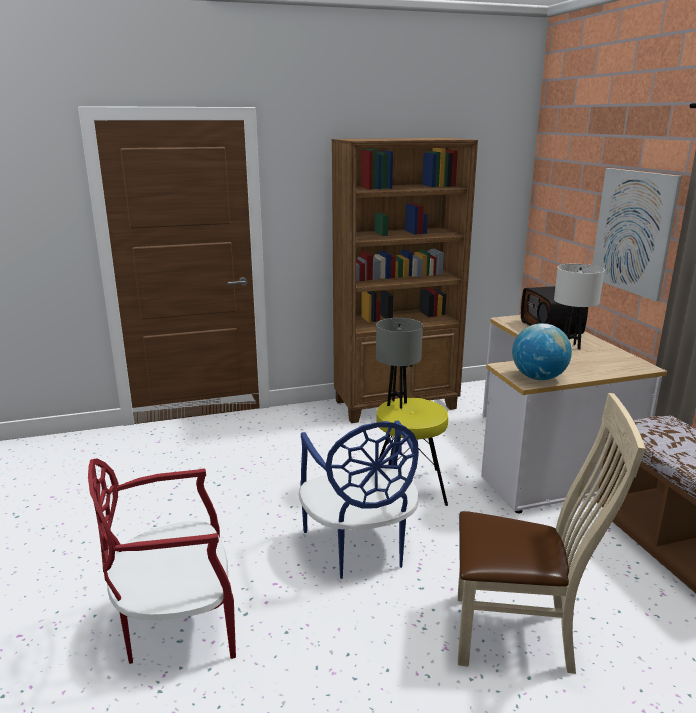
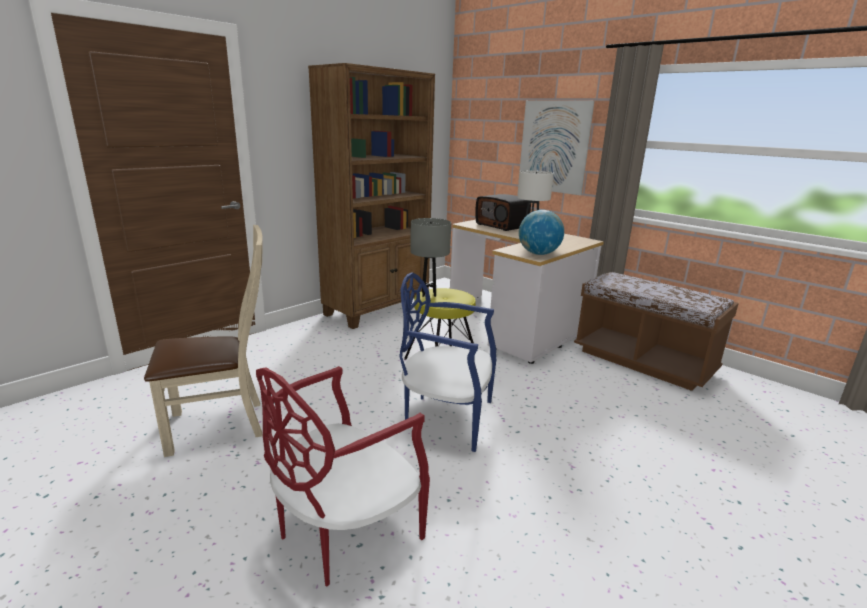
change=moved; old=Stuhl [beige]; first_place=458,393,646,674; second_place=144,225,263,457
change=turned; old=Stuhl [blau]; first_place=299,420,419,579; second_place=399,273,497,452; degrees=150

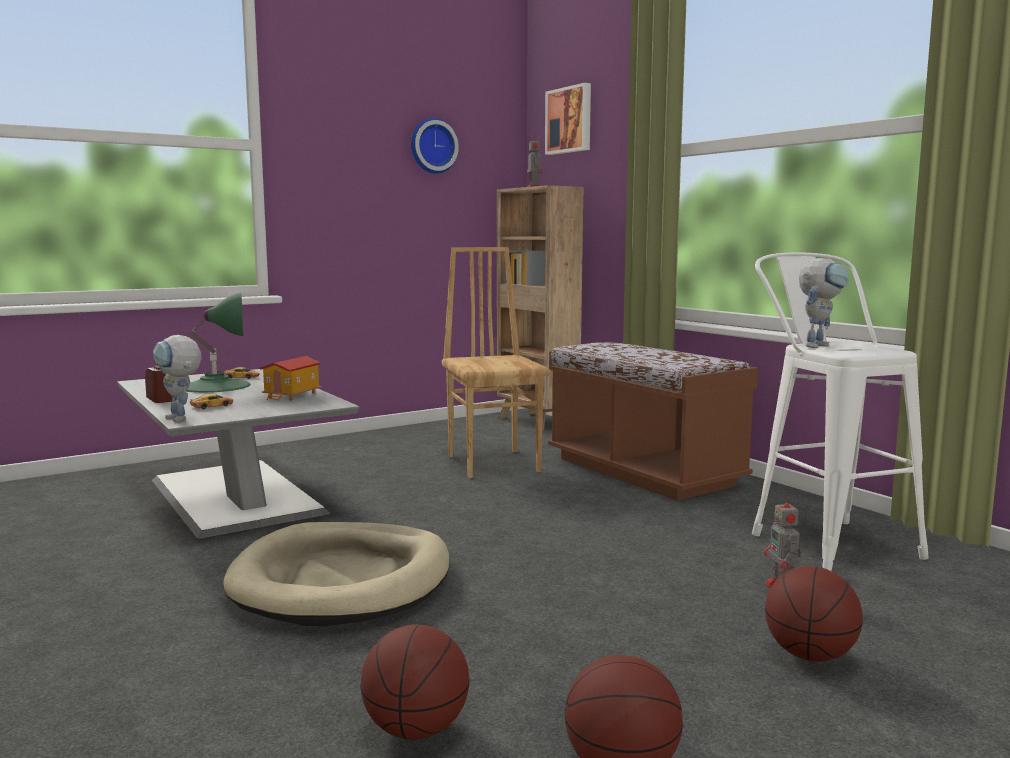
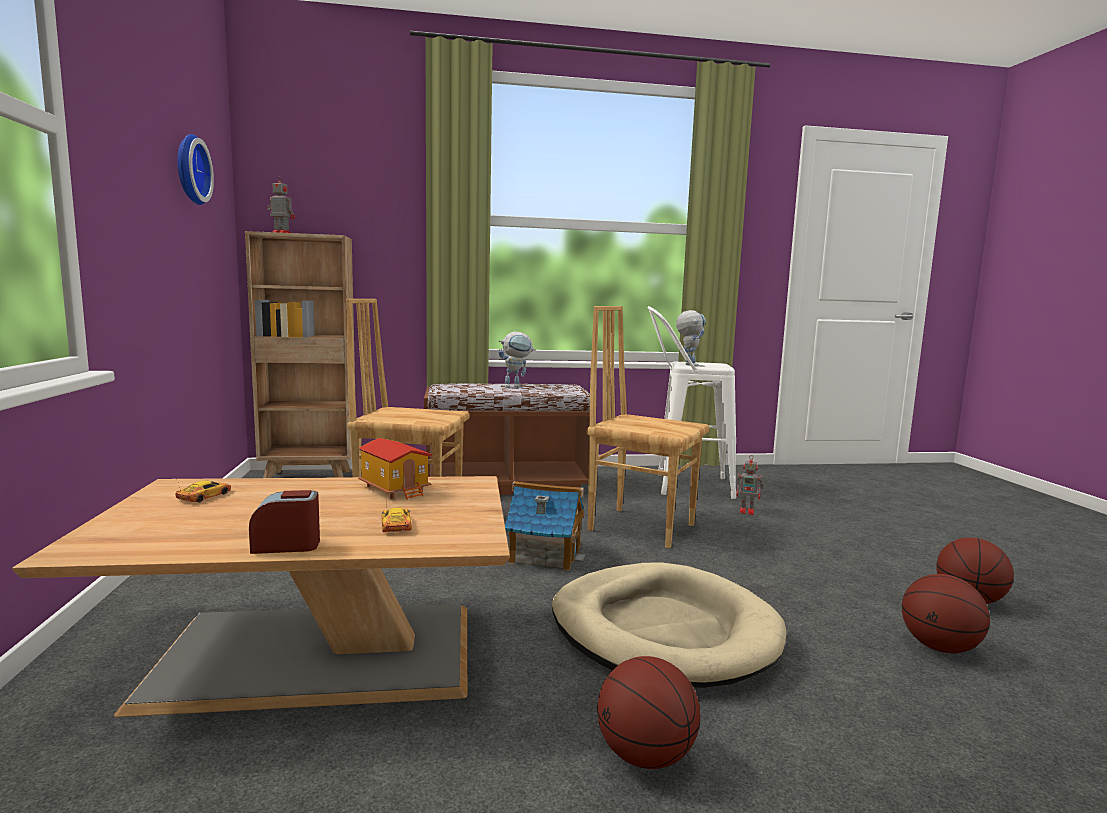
change=recoloured; old=Couchtisch [grau]; new=Couchtisch [braun]; first_place=117,369,360,539; second_place=12,476,510,717
change=moved; old=Spielzeugroboter; first_place=153,335,202,422; second_place=499,331,536,388
change=added; new=Spielzeughaus; second_place=505,481,586,571
change=added; new=Stuhl [braun]; second_place=587,306,709,549
change=moved; old=Basketball; first_place=765,566,863,662; second_place=597,656,700,769
change=removed; old=Tischlampe [grün]; first_place=186,293,251,393
change=removed; old=Bild; first_place=545,83,591,155

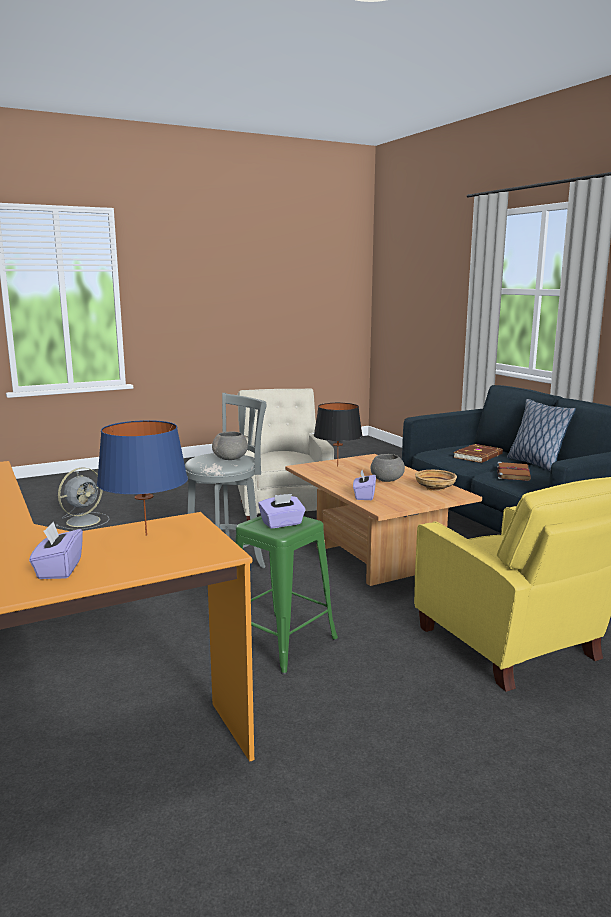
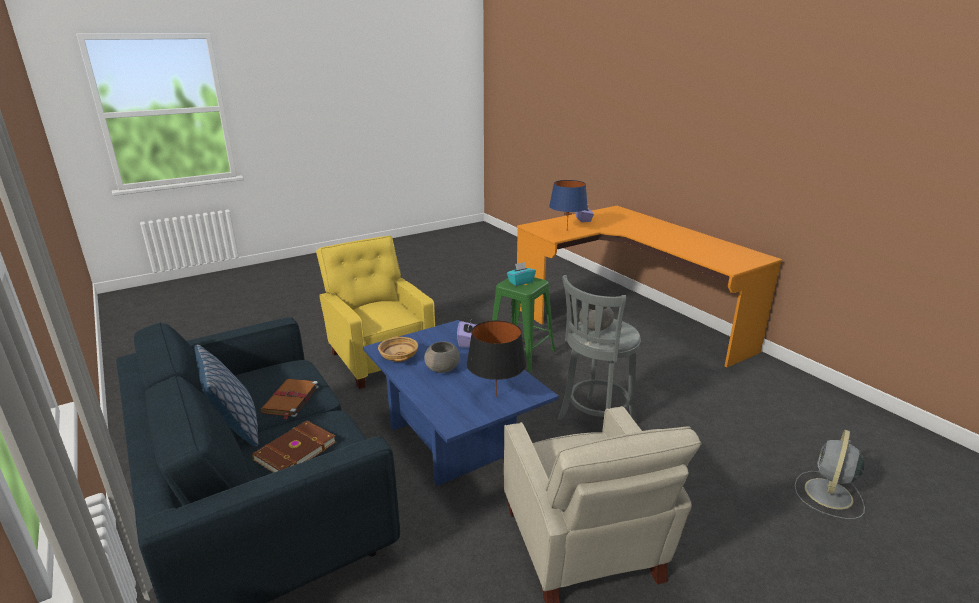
change=recoloured; old=Couchtisch [braun]; new=Couchtisch [blau]; first_place=285,454,482,586; second_place=363,320,559,486
change=recoloured; old=Taschentuchbox [lila]; new=Taschentuchbox [türkis]; first_place=258,493,306,529; second_place=507,262,536,286

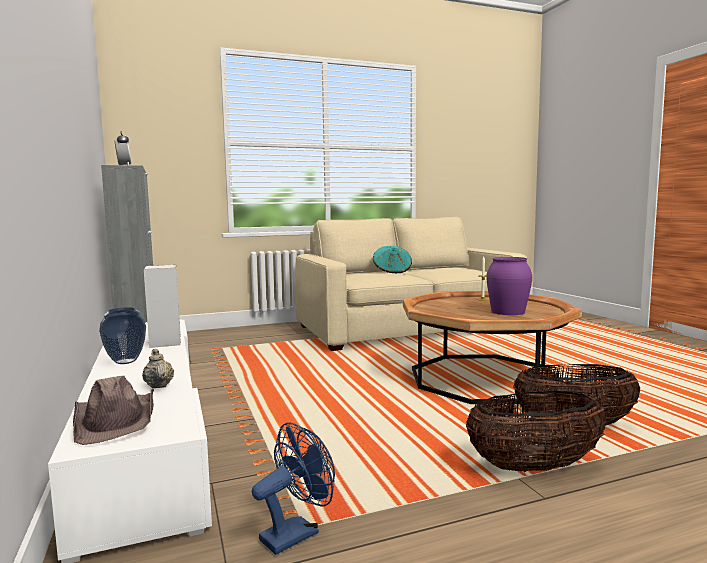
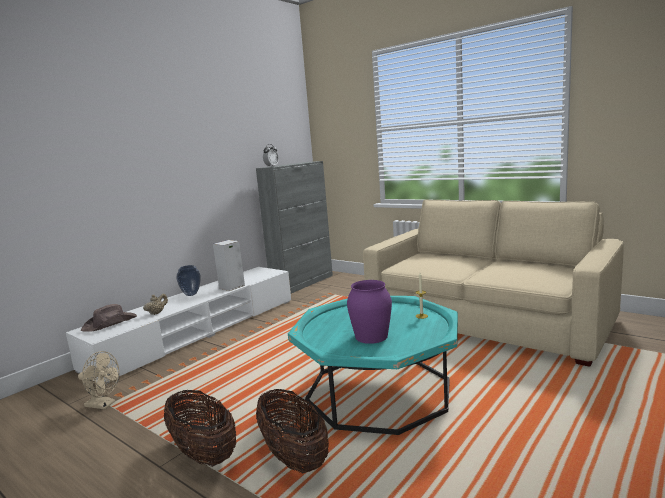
change=recoloured; old=Ventilator [blau]; new=Ventilator [beige]; first_place=252,422,335,555; second_place=78,351,119,409
change=recoloured; old=Couchtisch [braun]; new=Couchtisch [türkis]; first_place=403,291,582,404; second_place=288,296,458,435
change=removed; old=Hut [türkis]; first_place=373,246,412,273

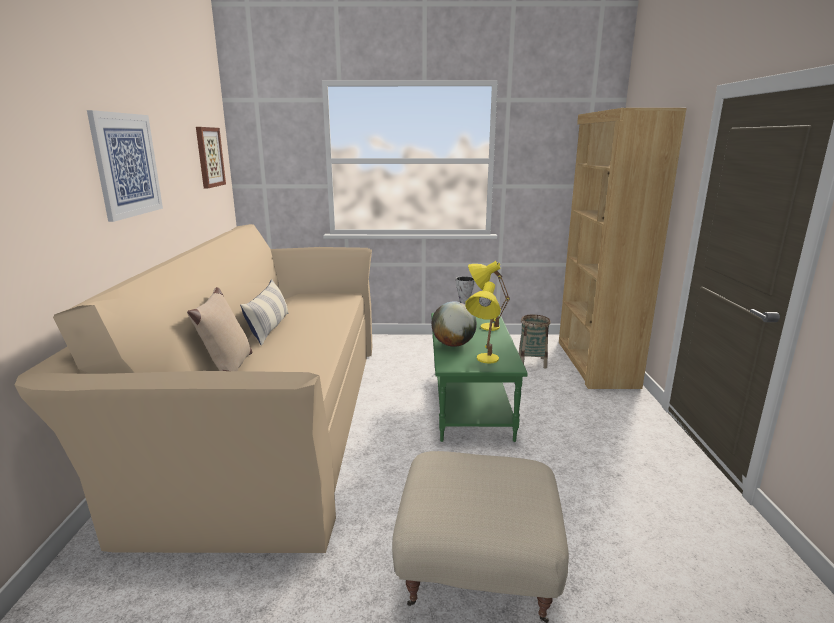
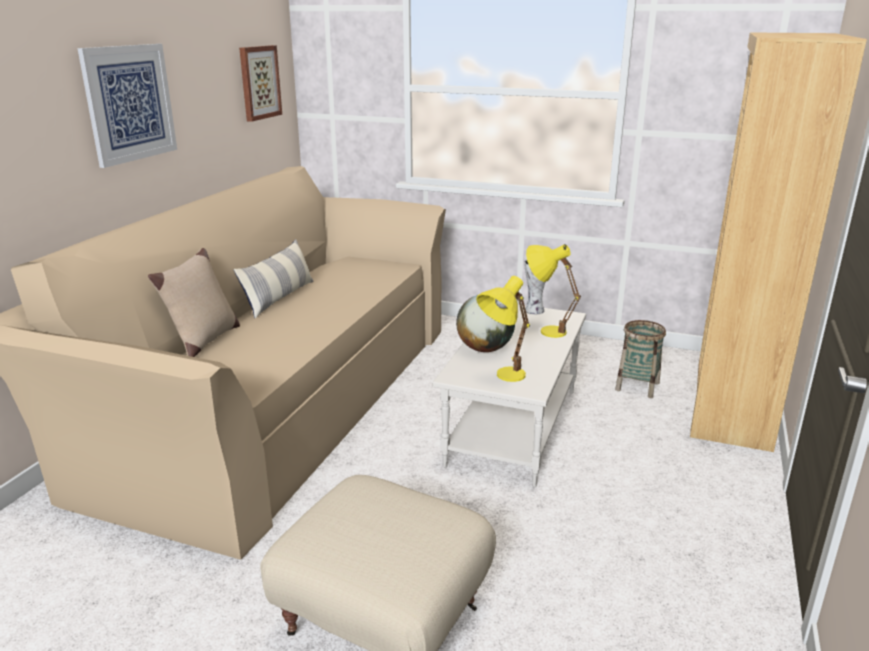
change=recoloured; old=Couchtisch [grün]; new=Couchtisch [weiß]; first_place=431,313,528,442; second_place=432,304,586,487

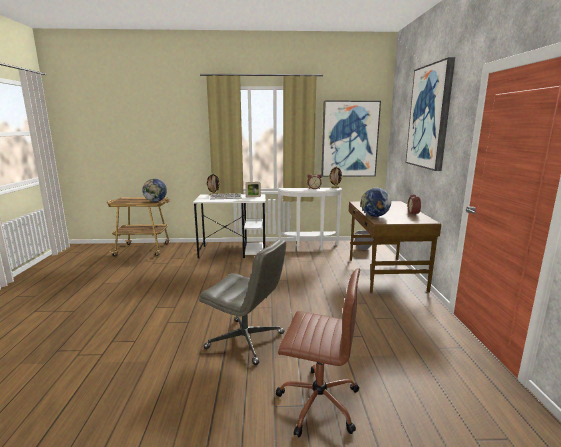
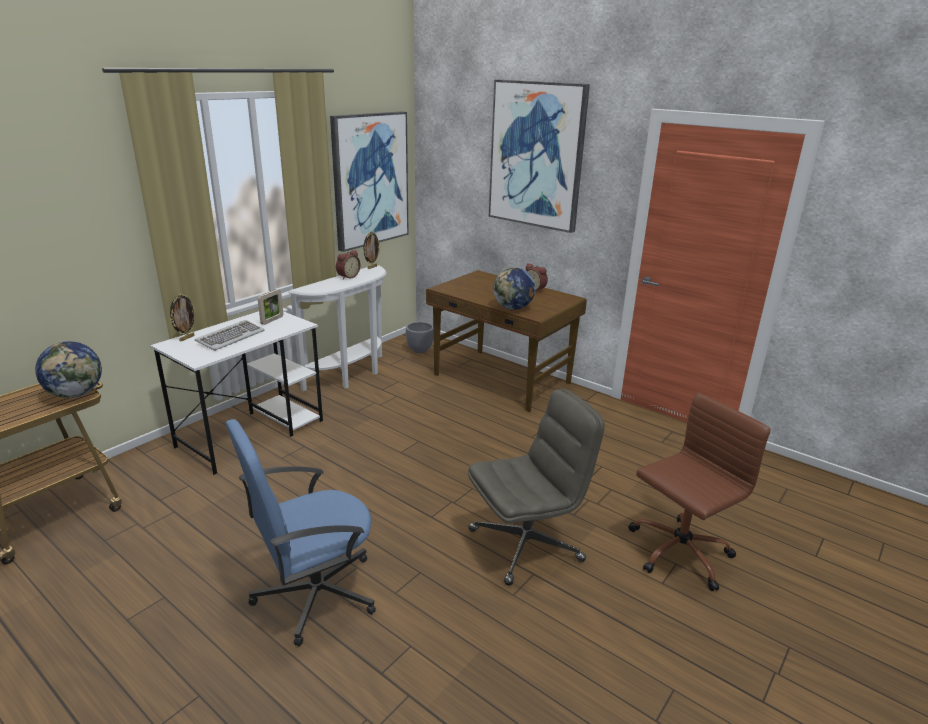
change=added; new=Bürostuhl [blau]; second_place=226,419,376,646

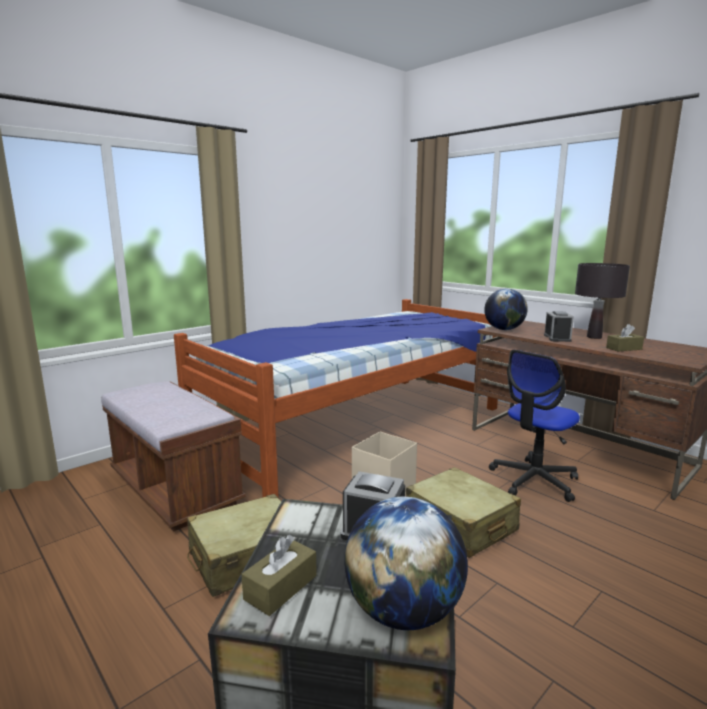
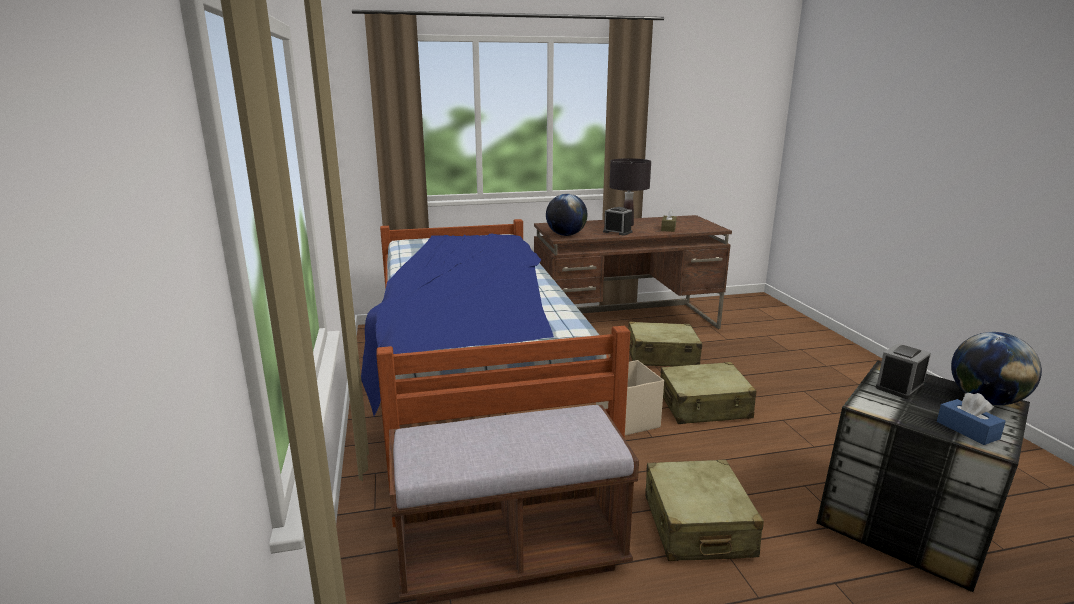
change=replaced; old=Bürostuhl; new=Koffer [beige]; first_place=489,350,580,502; second_place=628,322,702,366
change=recoloured; old=Taschentuchbox [braun]; new=Taschentuchbox [blau]; first_place=241,535,317,616; second_place=937,393,1006,445

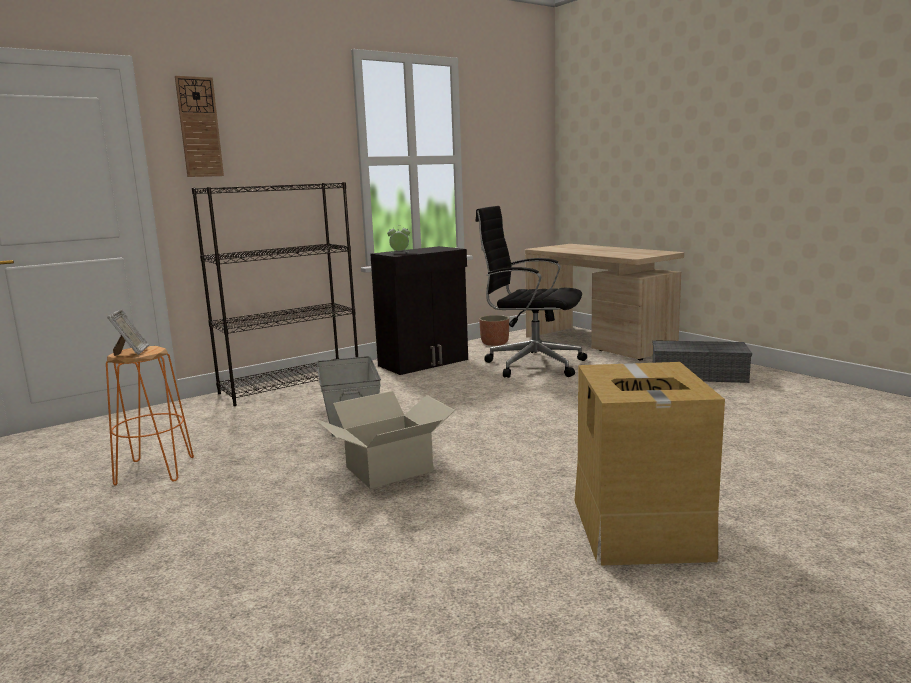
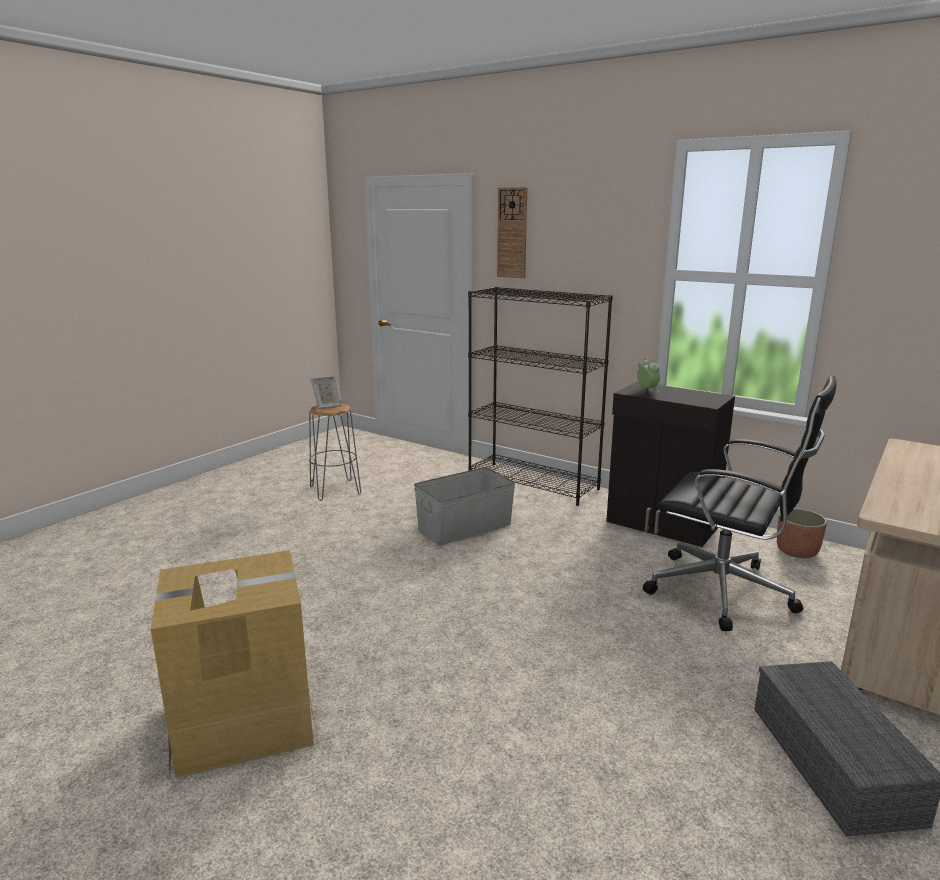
change=recoloured; old=Hocker [orange]; new=Hocker [grau]; first_place=106,346,194,486; second_place=309,403,361,501
change=turned; old=Bürostuhl [schwarz]; first_place=475,206,587,378; second_place=643,376,837,631; degrees=120
change=removed; old=Karton; first_place=315,391,455,489

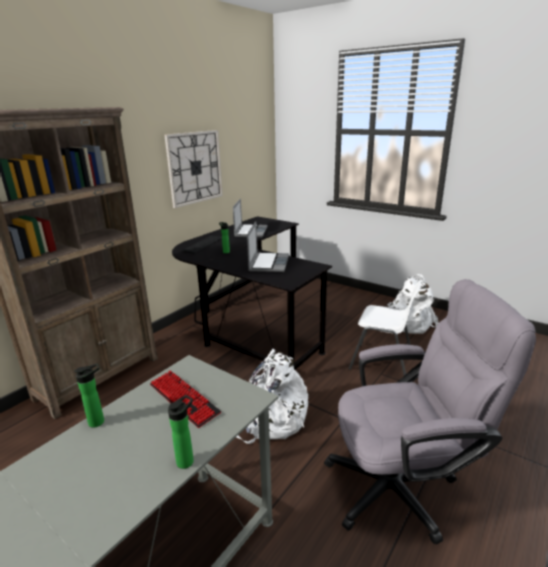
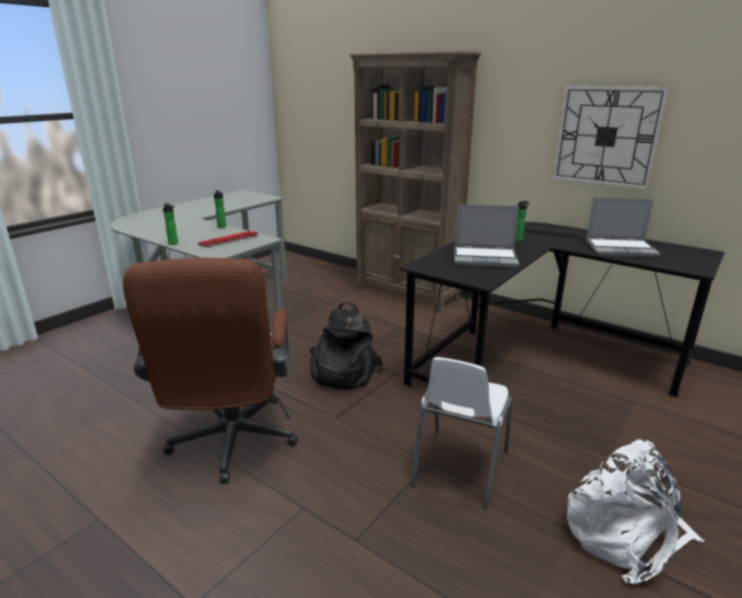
change=recoloured; old=Bürostuhl [grau]; new=Bürostuhl [braun]; first_place=324,279,536,545; second_place=123,258,298,484
change=recoloured; old=Rucksack [weiß]; new=Rucksack [schwarz]; first_place=237,349,308,444; second_place=309,302,384,390

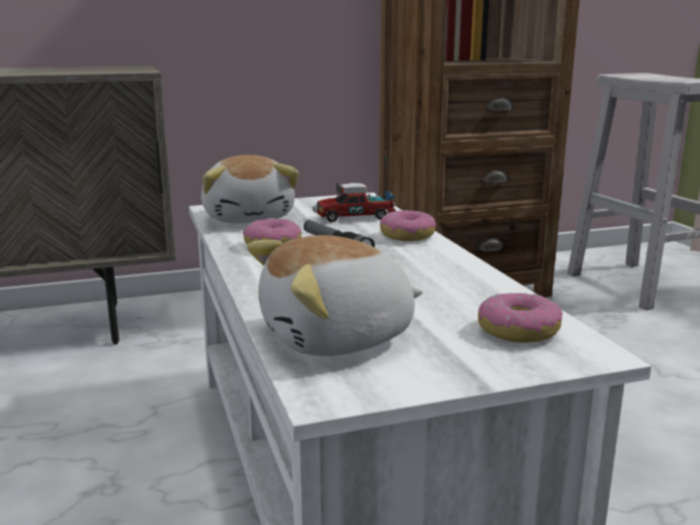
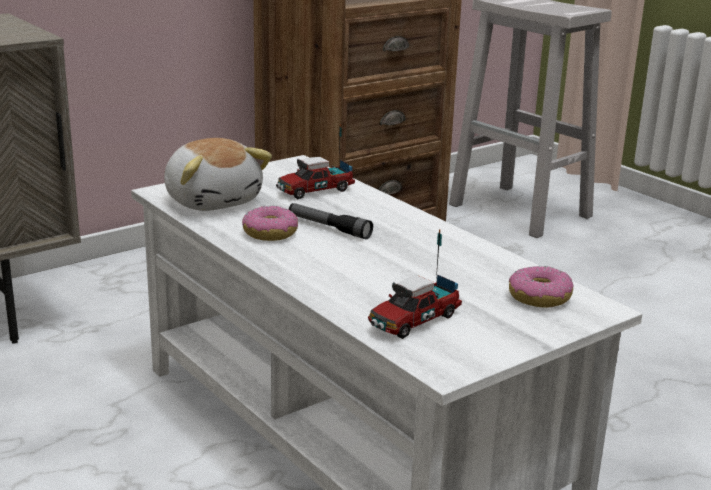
change=replaced; old=Plüschtier; new=Spielzeuglaster; first_place=247,235,423,356; second_place=368,229,462,339
change=removed; old=Donut; first_place=380,210,436,241

